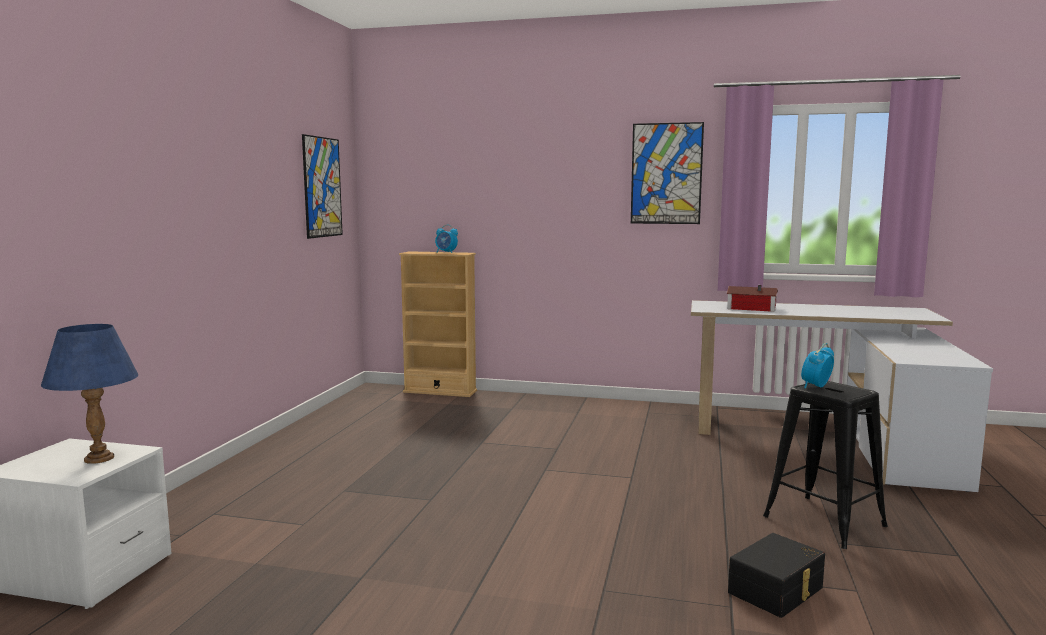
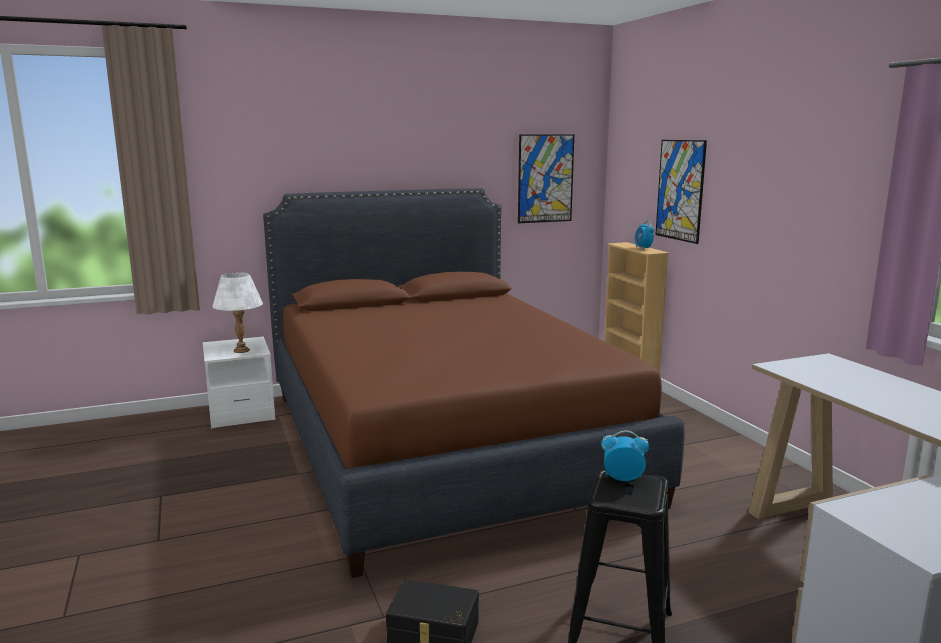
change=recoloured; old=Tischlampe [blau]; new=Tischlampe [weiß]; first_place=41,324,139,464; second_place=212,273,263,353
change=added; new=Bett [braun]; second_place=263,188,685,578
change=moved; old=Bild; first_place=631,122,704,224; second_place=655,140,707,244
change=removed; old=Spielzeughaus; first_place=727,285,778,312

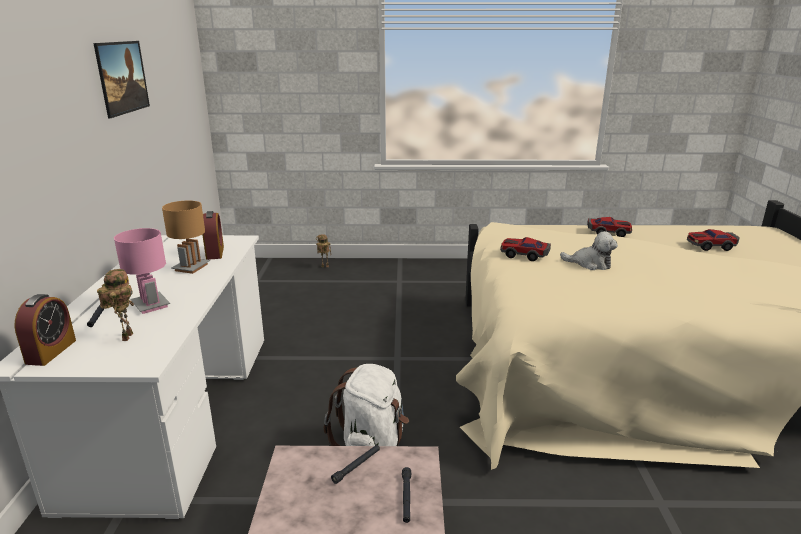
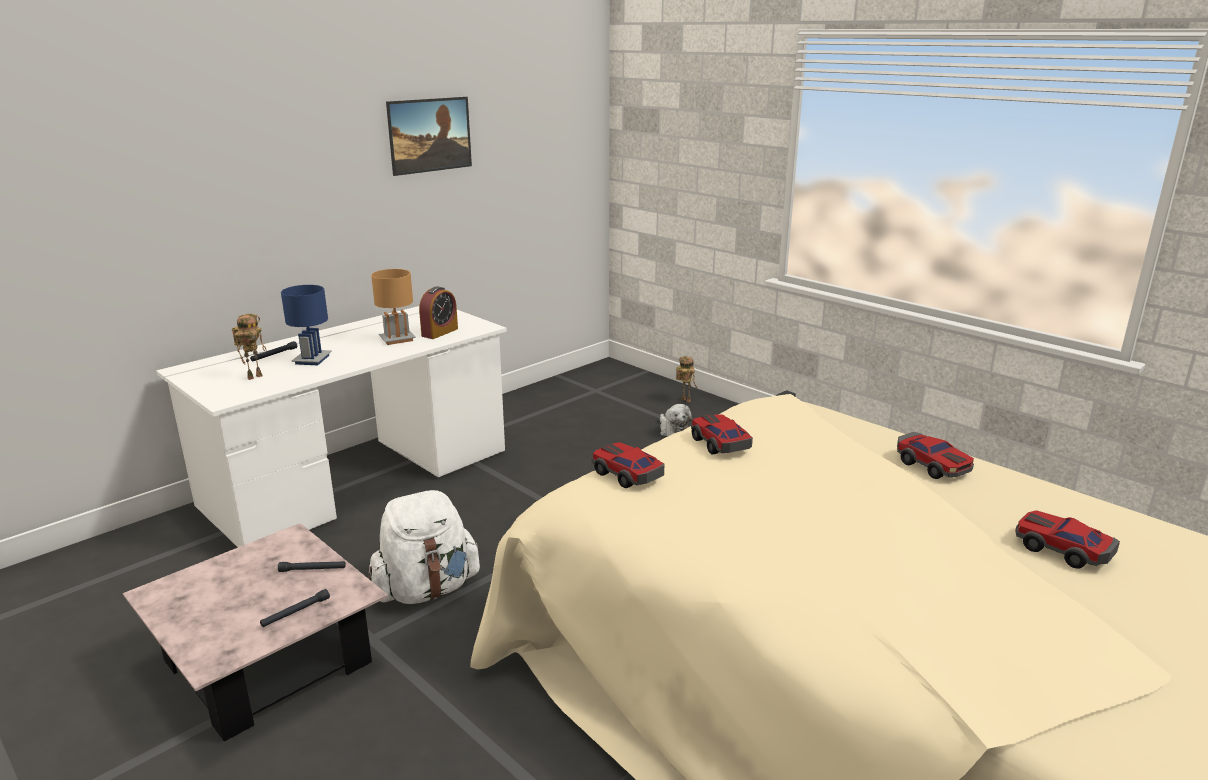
change=recoloured; old=Tischlampe [rosa]; new=Tischlampe [blau]; first_place=114,228,170,314; second_place=281,285,332,365
change=added; new=Spielzeugauto; second_place=592,442,664,488
change=moved; old=Plüschtier; first_place=560,231,618,270; second_place=660,404,692,436
change=removed; old=Wecker; first_place=14,294,76,366

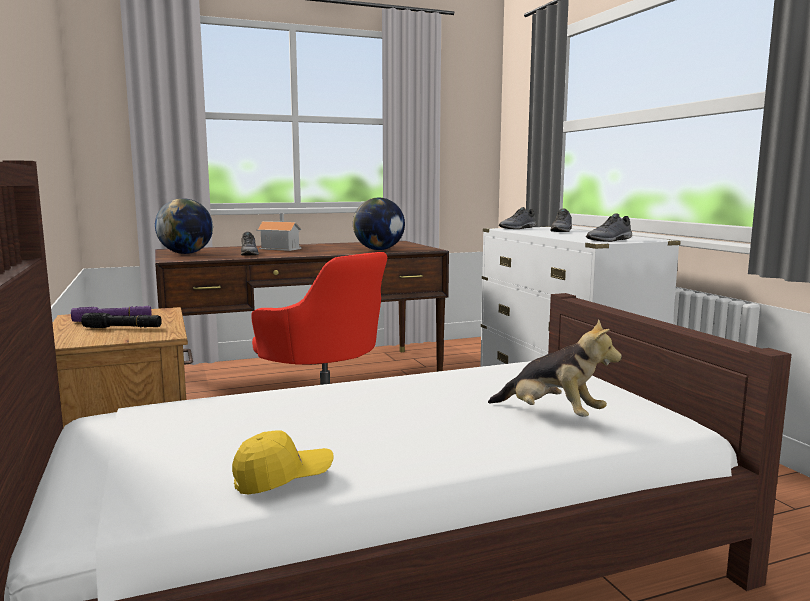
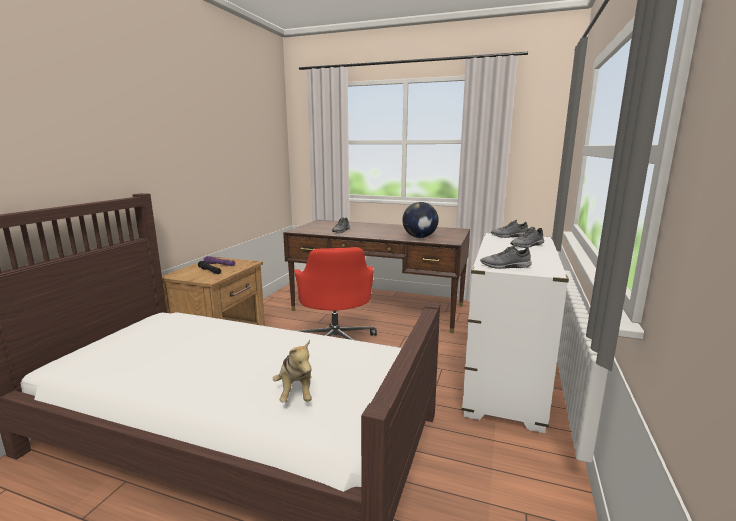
change=removed; old=Globus; first_place=155,198,213,254
change=removed; old=Kappe [gelb]; first_place=232,430,334,494
change=removed; old=Spielzeughaus; first_place=256,213,302,251

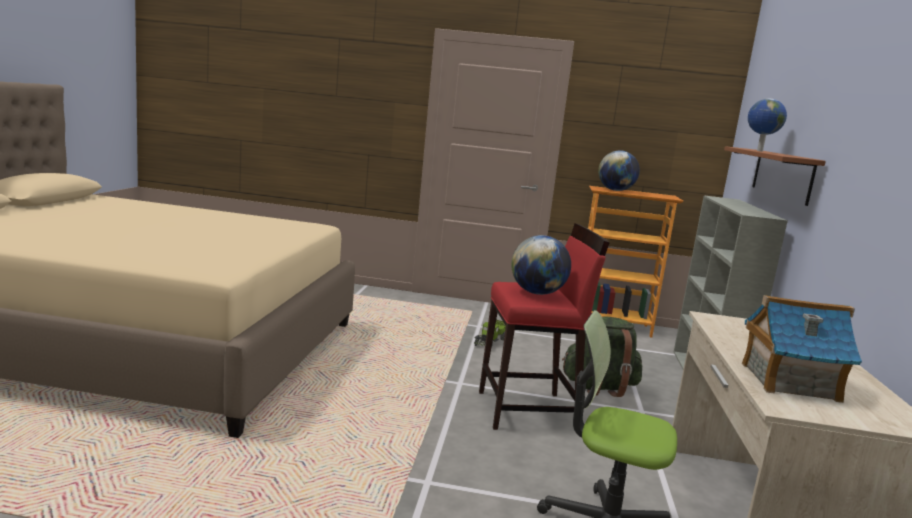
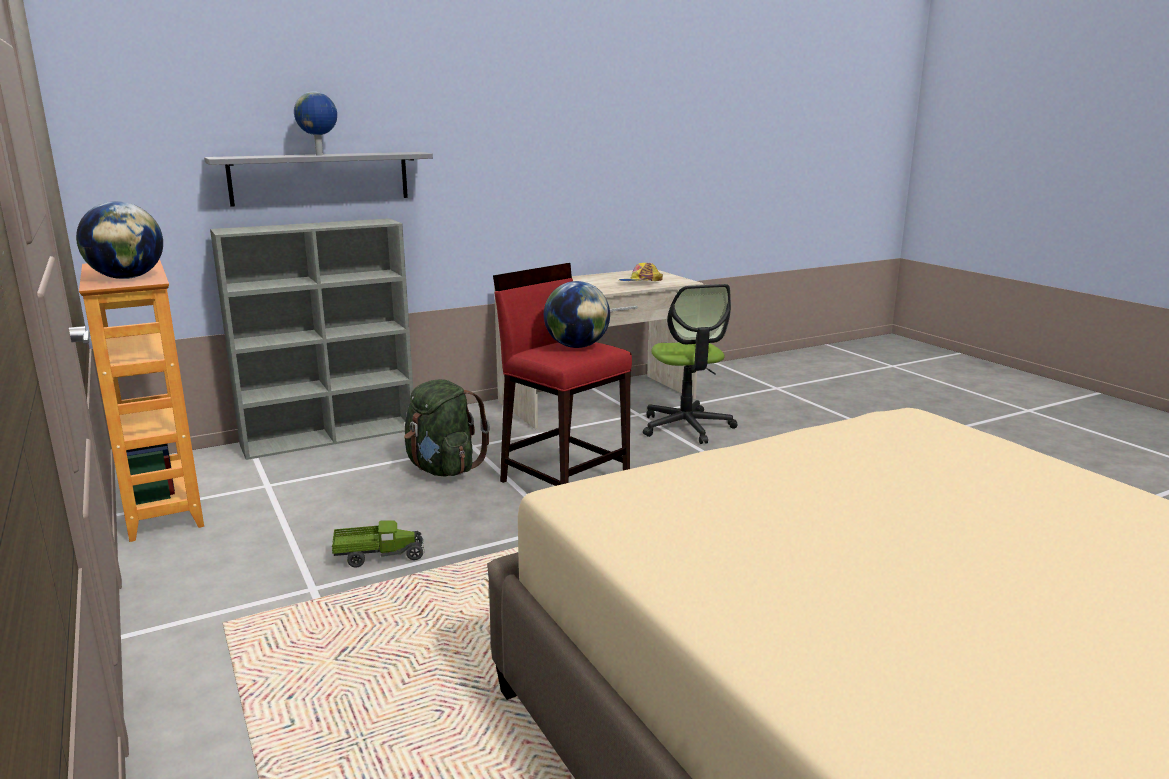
change=recoloured; old=Wandregal [braun]; new=Wandregal [grau]; first_place=724,146,826,206; second_place=204,152,433,206
change=replaced; old=Spielzeughaus; new=Kappe; first_place=742,295,862,403; second_place=619,263,663,281

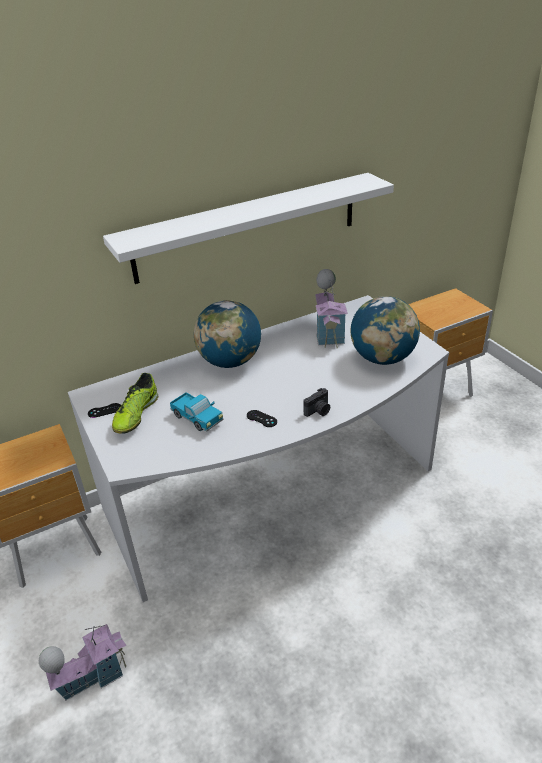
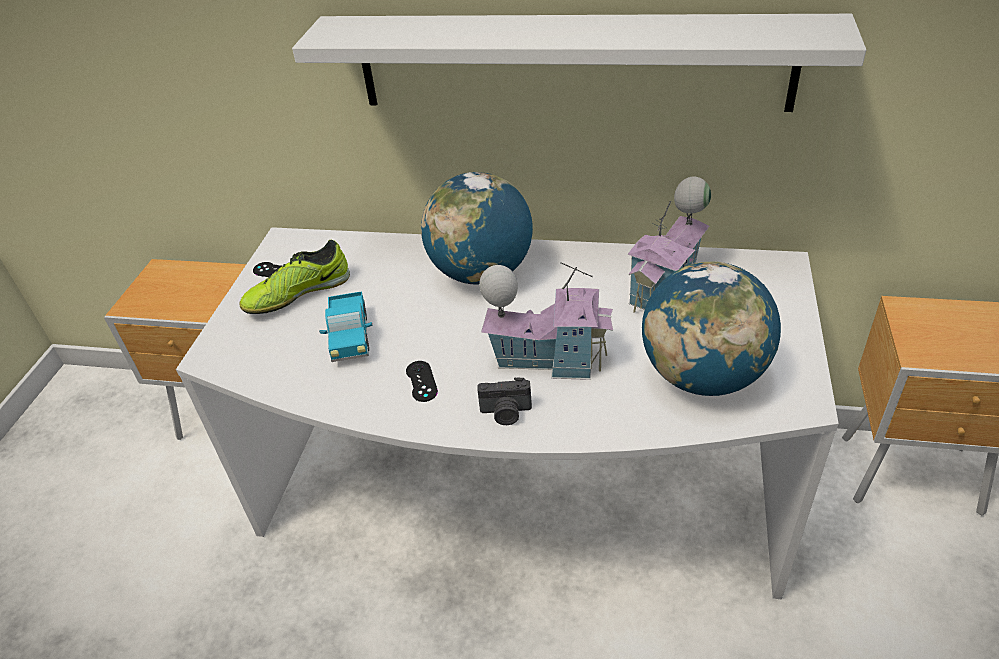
change=moved; old=Spielzeughaus; first_place=39,624,127,701; second_place=479,262,613,380

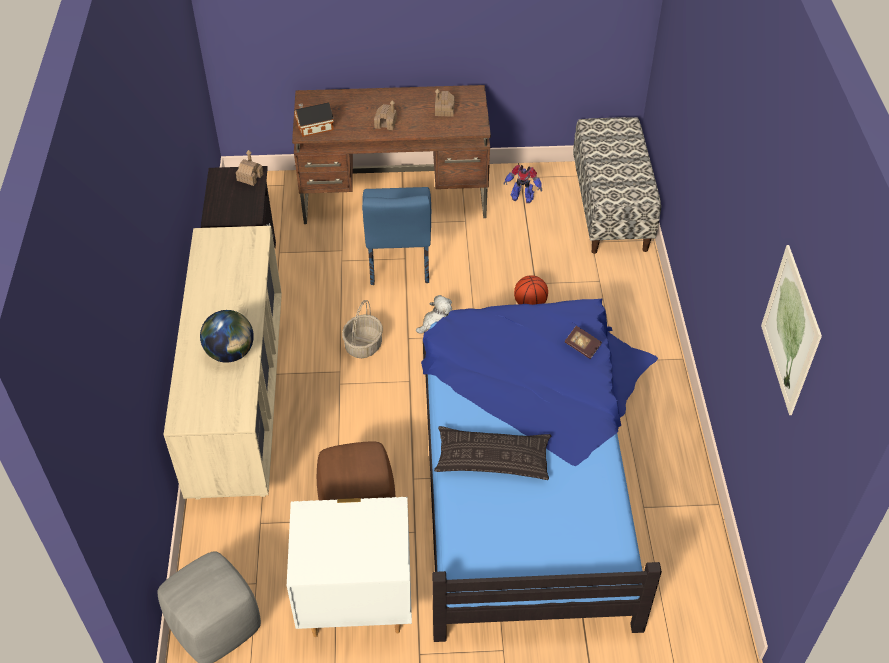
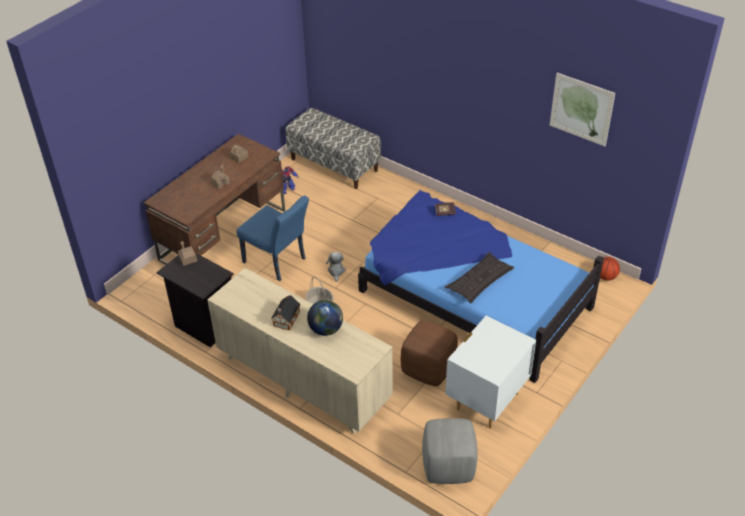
change=moved; old=Spielzeughaus; first_place=294,102,334,137; second_place=271,295,300,331
change=moved; old=Basketball; first_place=514,275,548,305; second_place=600,257,620,281

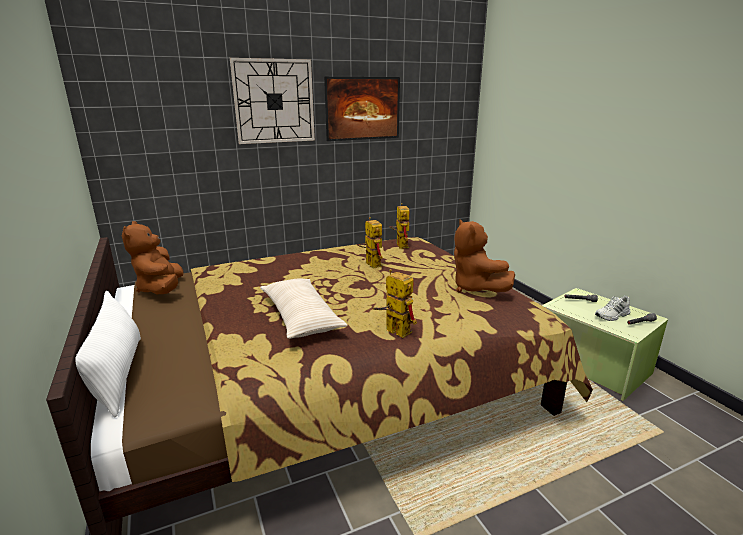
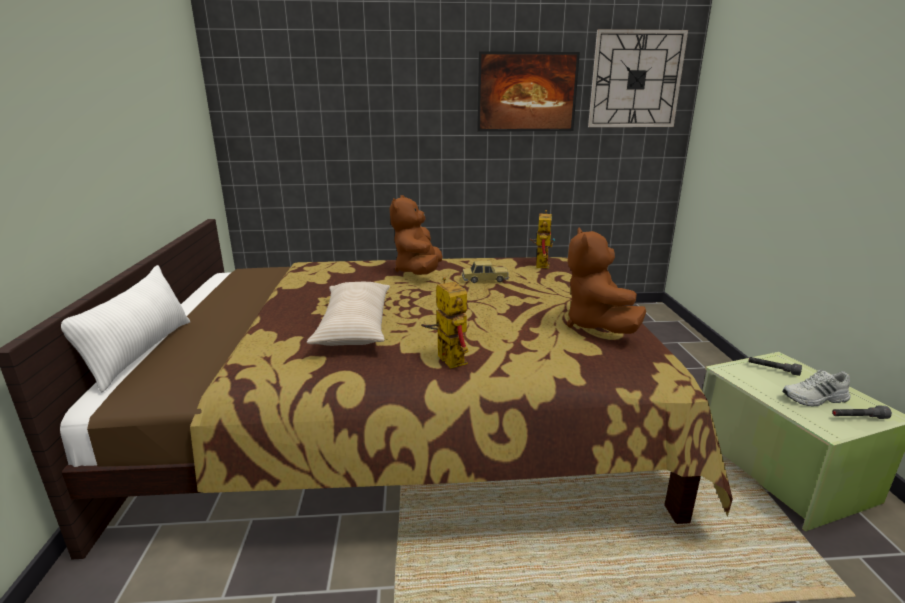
change=moved; old=Plüschtier [braun]; first_place=122,221,184,294; second_place=390,195,443,275
change=replaced; old=Spielzeugroboter; new=Spielzeugauto; first_place=357,217,383,268; second_place=462,261,509,283
change=moved; old=Wanduhr; first_place=230,58,315,144; second_place=588,29,688,127

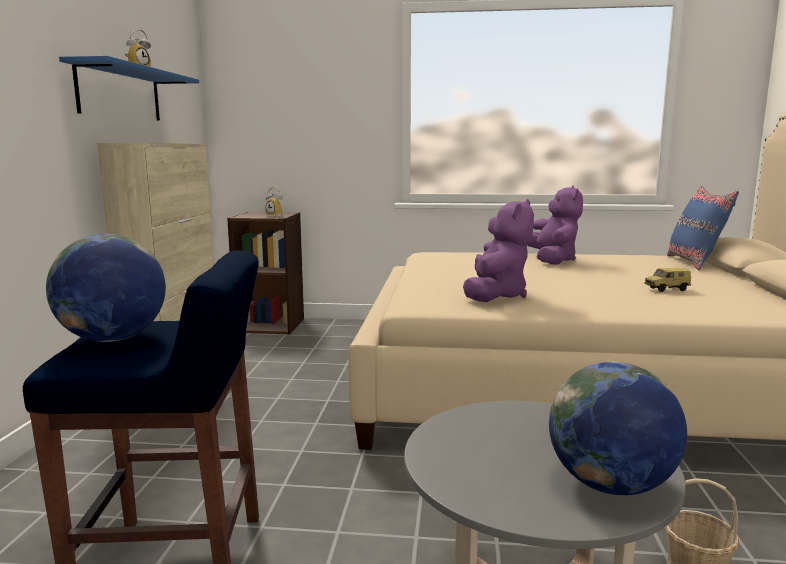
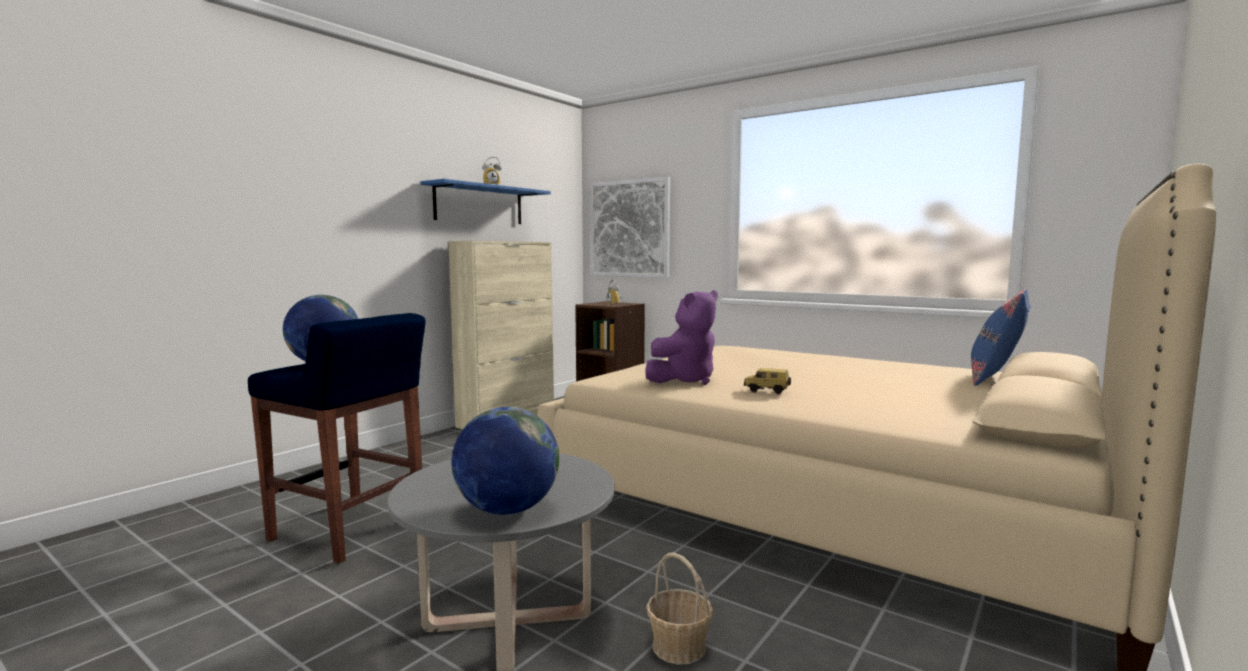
change=added; new=Bild; second_place=590,177,670,278
change=moved; old=Spielzeugauto; first_place=644,268,691,292; second_place=744,368,791,394
change=removed; old=Plüschtier [lila]; first_place=527,185,583,265

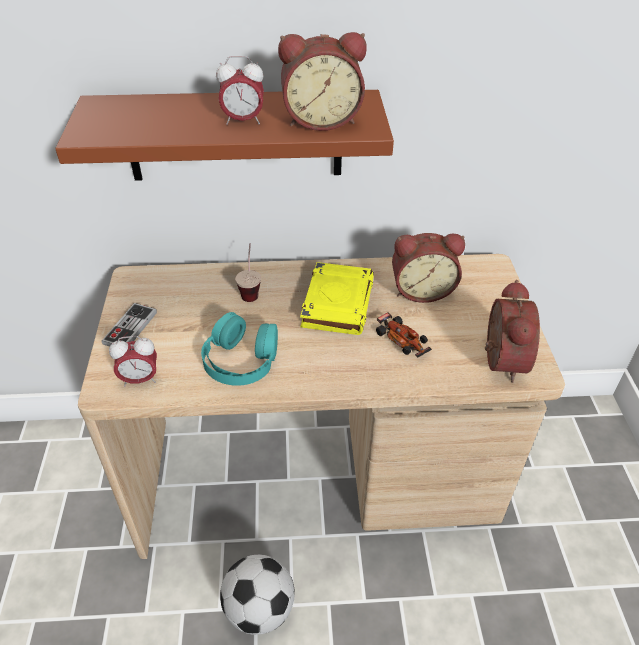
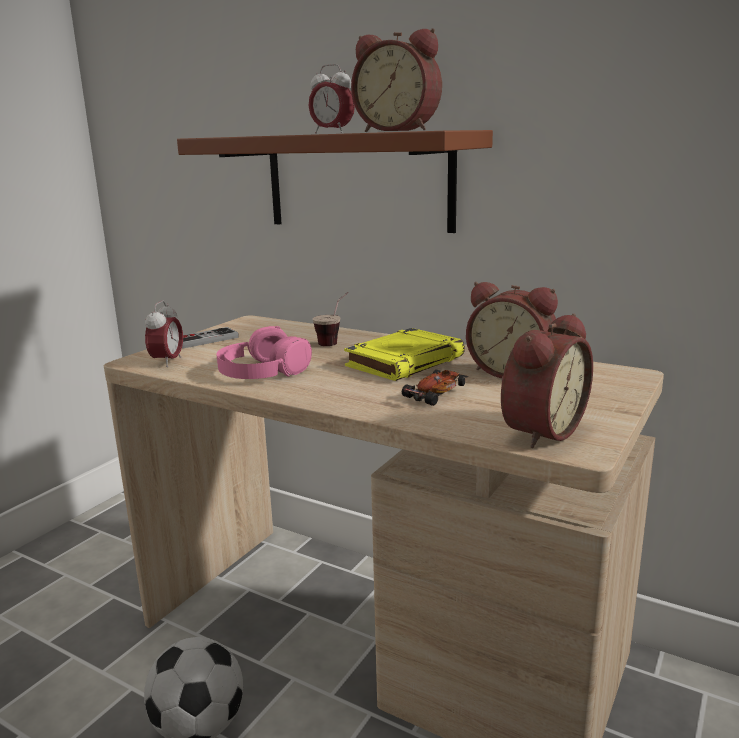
change=turned; old=Wecker; first_place=109,336,157,387; second_place=145,300,183,367; degrees=-105
change=recoloured; old=Kopfhörer [türkis]; new=Kopfhörer [rosa]; first_place=201,312,278,386; second_place=216,326,312,379
change=turned; old=Spielzeugauto; first_place=376,312,432,357; second_place=402,369,468,406; degrees=-135

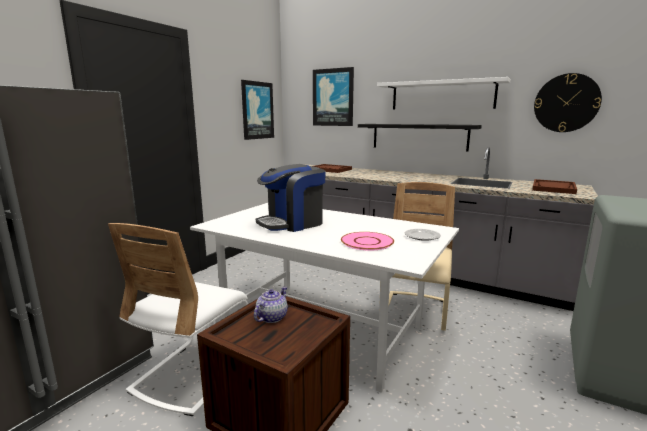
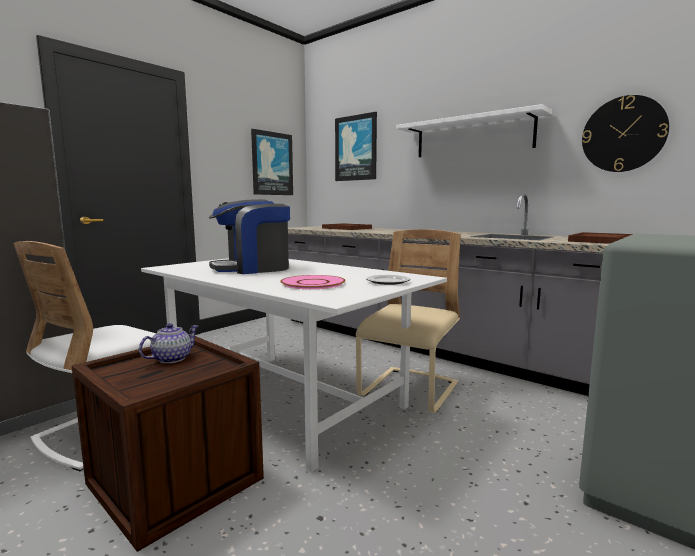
change=removed; old=Wandregal [schwarz]; first_place=358,124,482,152

